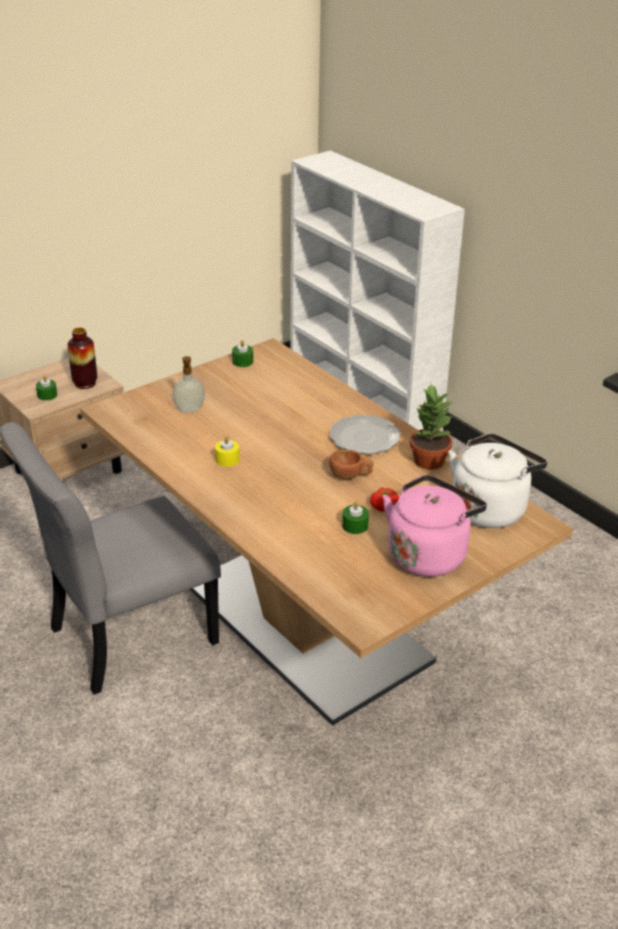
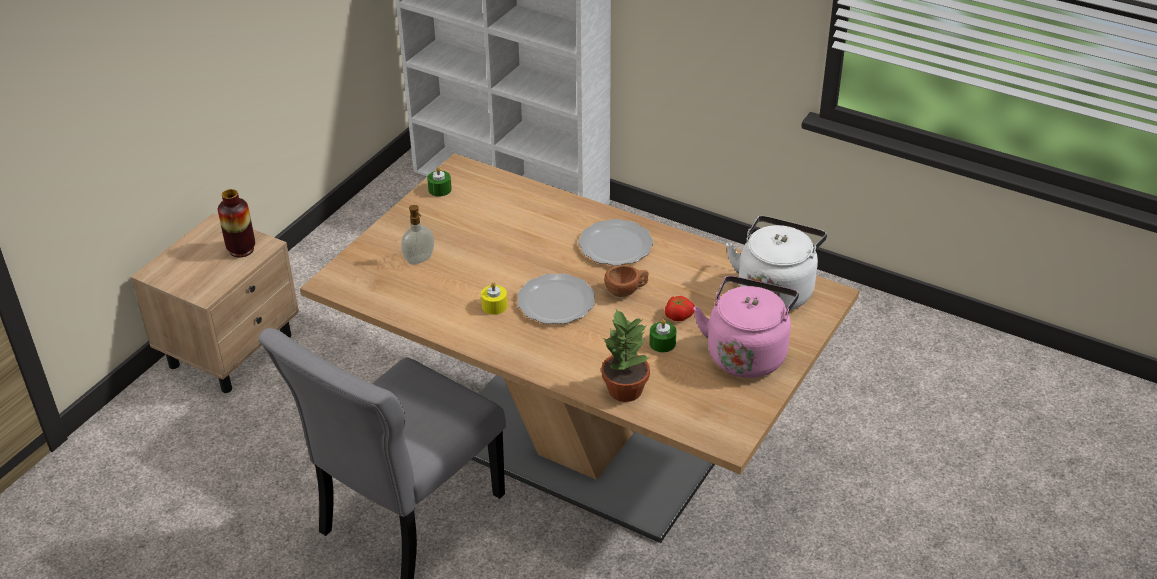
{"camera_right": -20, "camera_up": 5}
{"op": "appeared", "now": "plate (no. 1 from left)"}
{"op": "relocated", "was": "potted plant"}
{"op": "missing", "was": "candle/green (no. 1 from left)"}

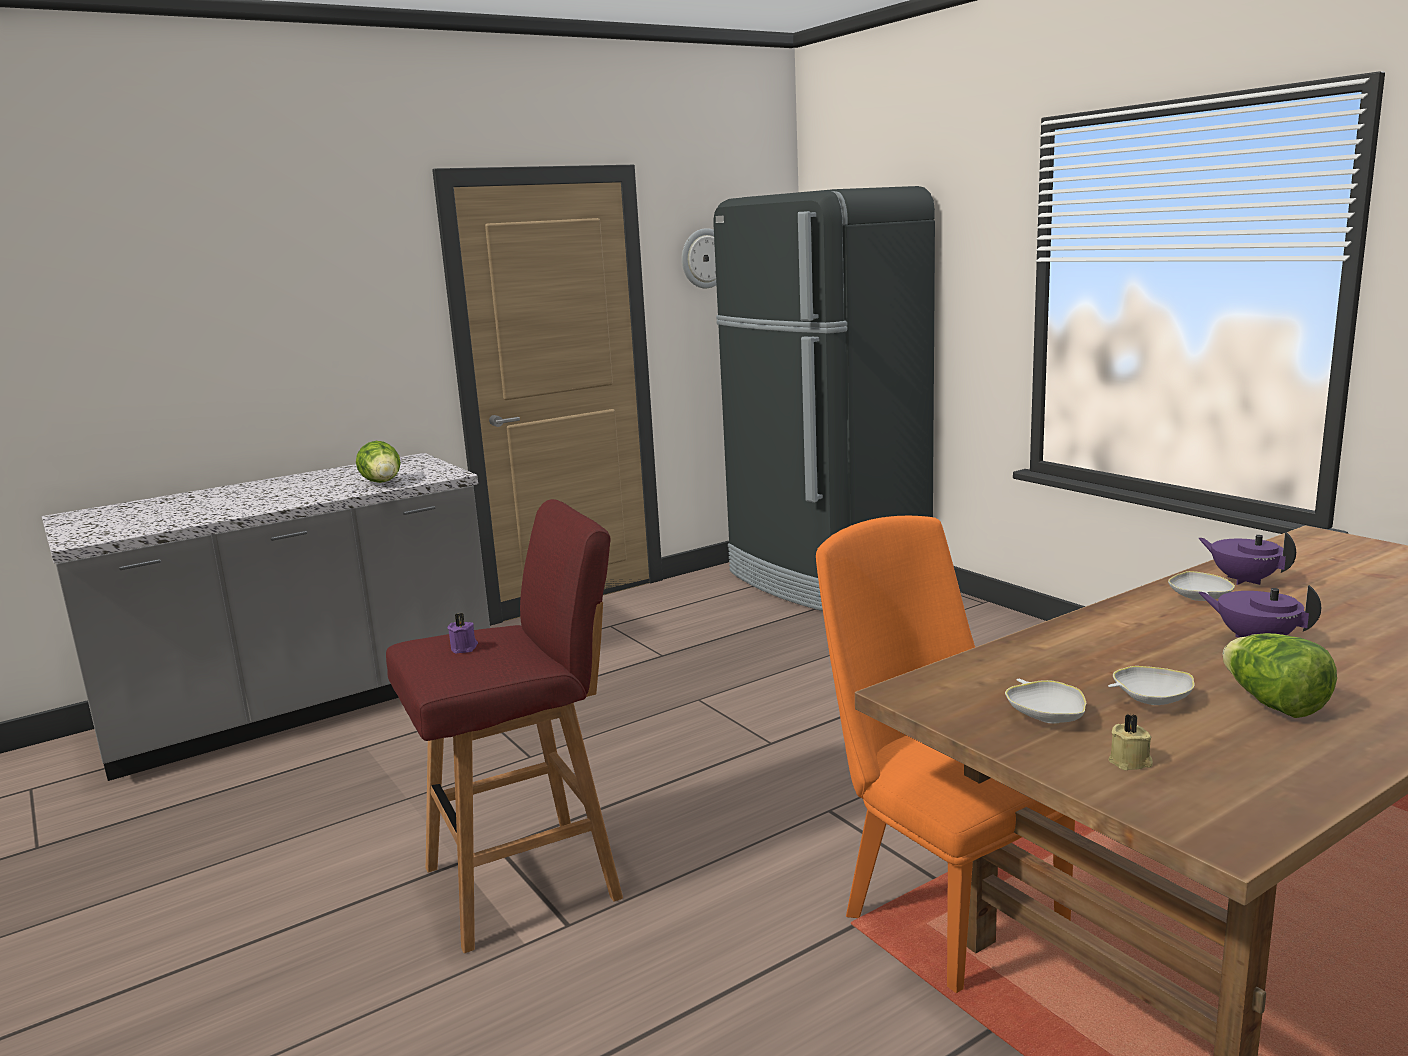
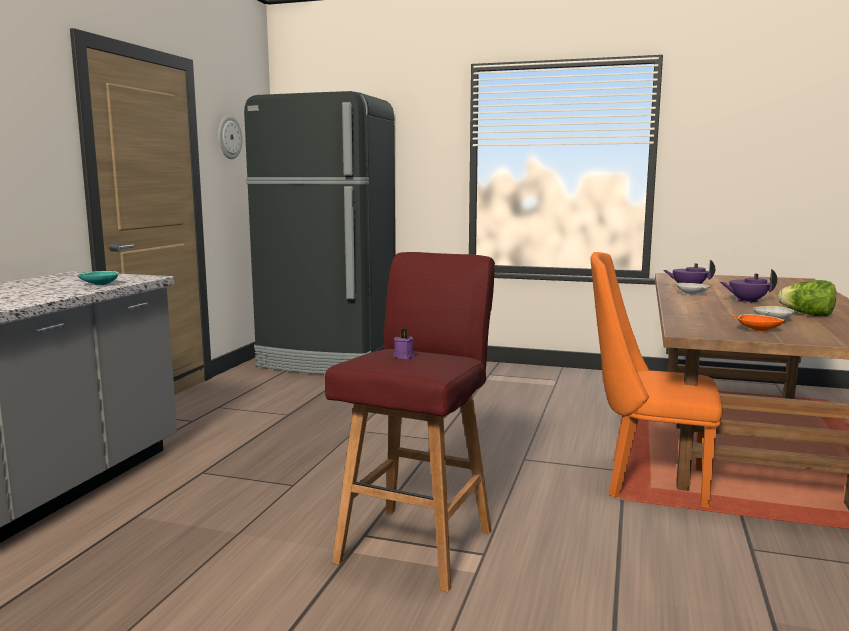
{"camera_right": -40, "camera_up": -5}
{"op": "exchanged", "was": "lettuce (no. 1 from left)", "now": "bowl/turquoise"}
{"op": "colour", "was": "bowl/white (no. 1 from left)", "now": "bowl/orange"}
{"op": "missing", "was": "candle/beige"}

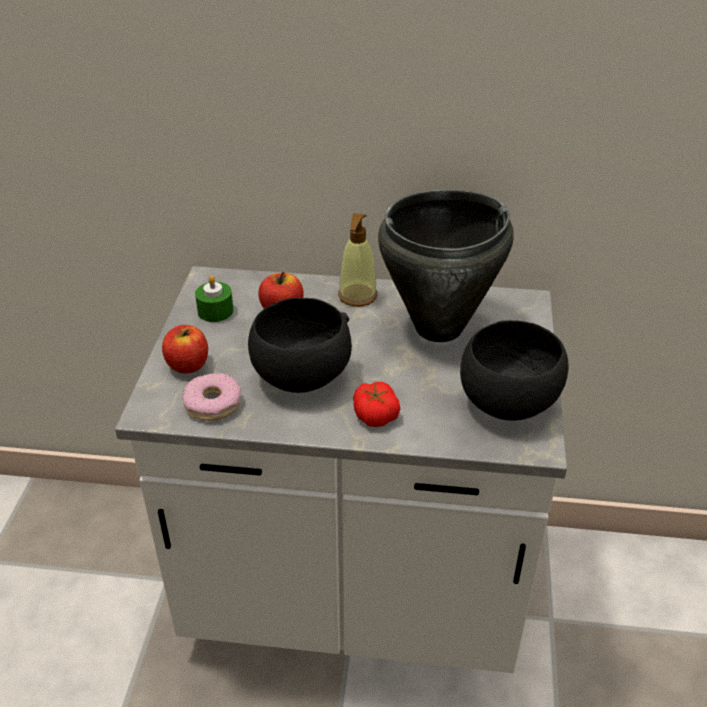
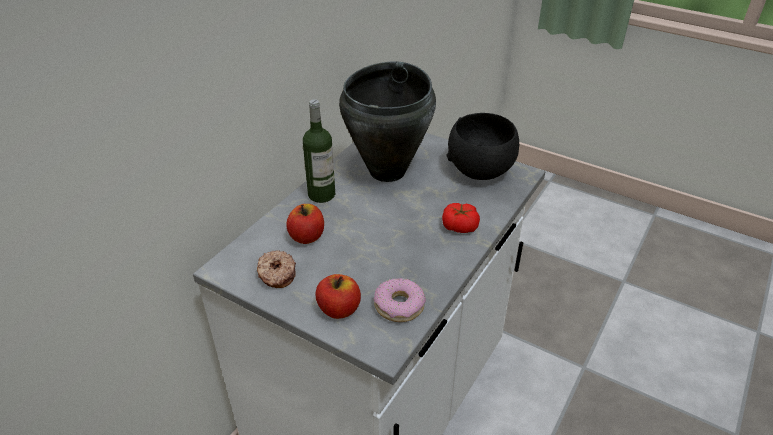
{"camera_right": -65, "camera_up": 0}
{"op": "exchanged", "was": "candle/green", "now": "donut (no. 1 from left)"}
{"op": "exchanged", "was": "soap dispenser", "now": "bottle"}
{"op": "missing", "was": "bowl/black (no. 1 from left)"}

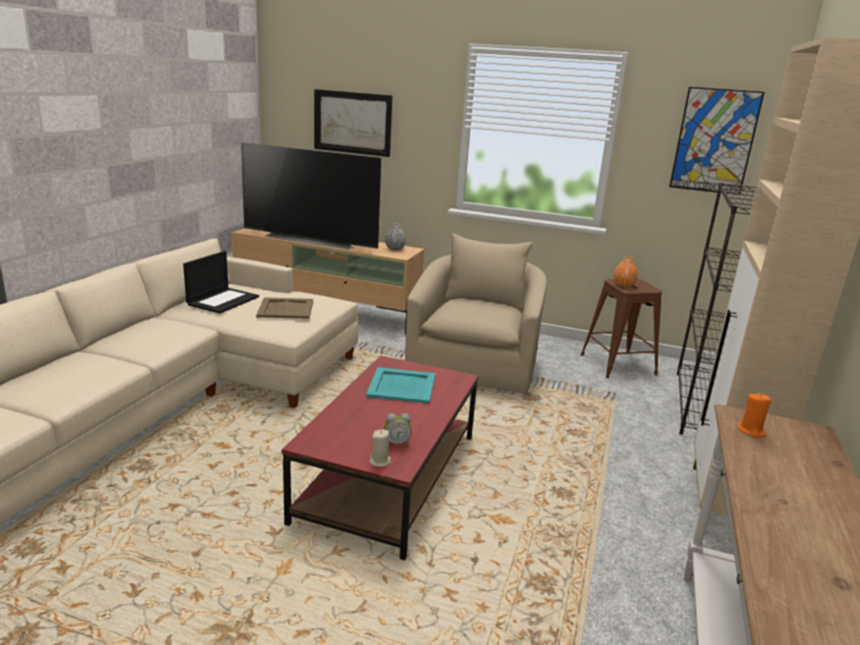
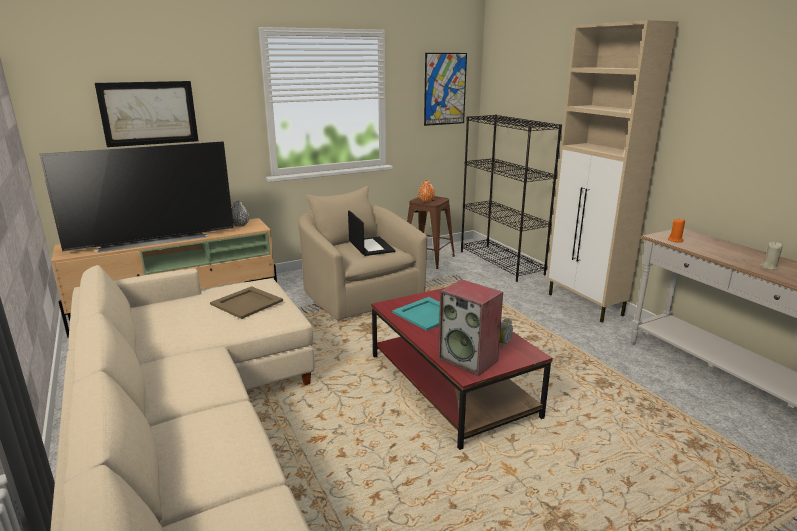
{"camera_right": -45, "camera_up": 0}
{"op": "relocated", "was": "laptop"}
{"op": "appeared", "now": "speaker"}
{"op": "relocated", "was": "candle/beige"}

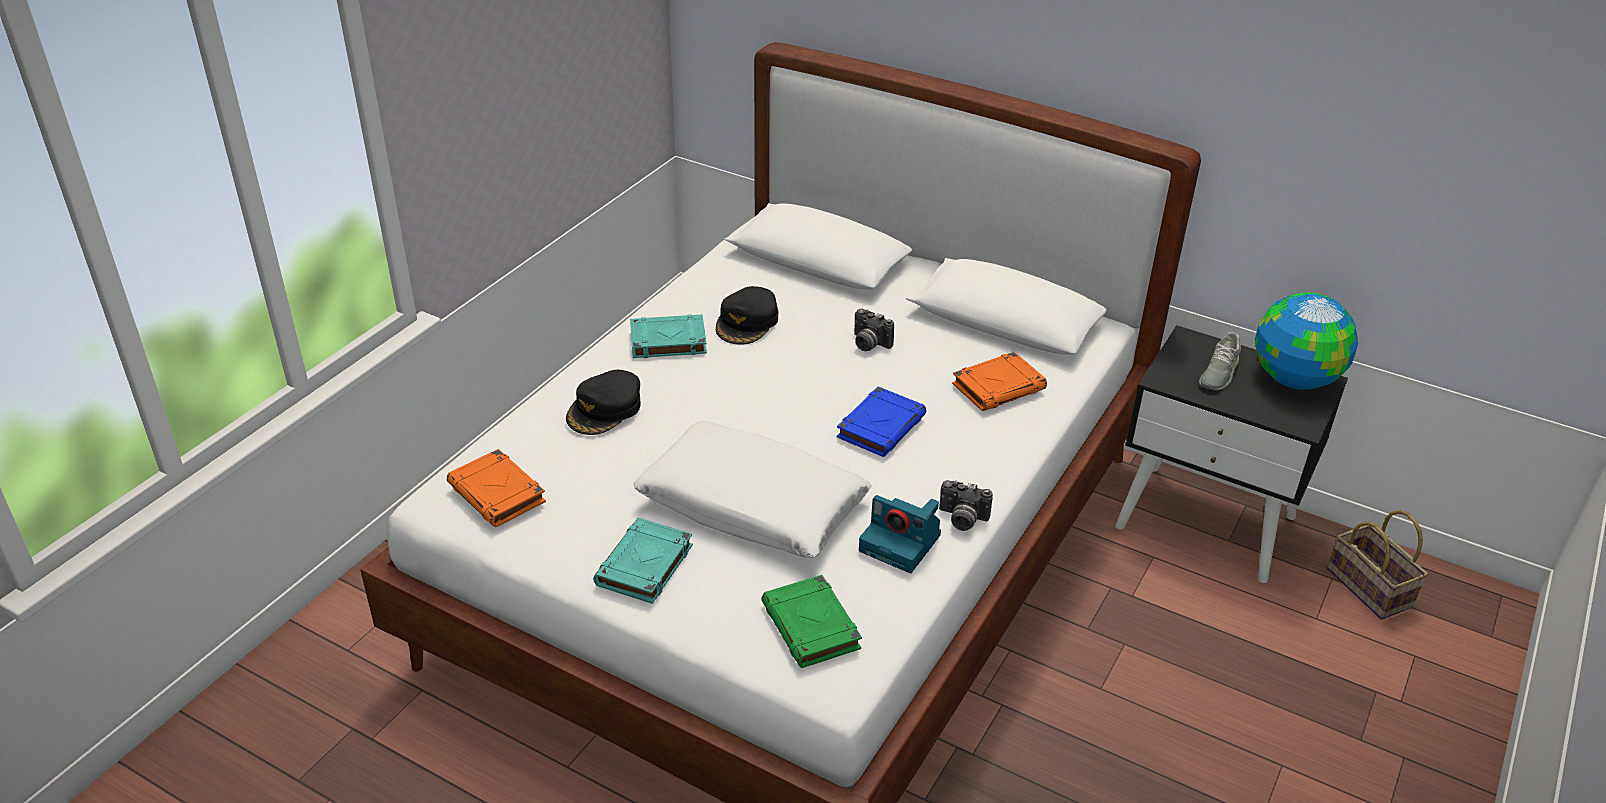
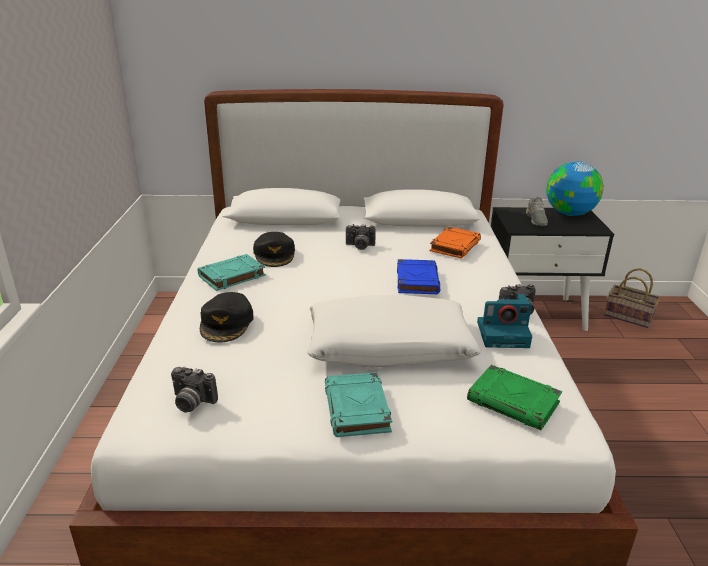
{"camera_right": -30, "camera_up": -10}
{"op": "exchanged", "was": "book/orange (no. 1 from left)", "now": "photo camera (no. 1 from left)"}

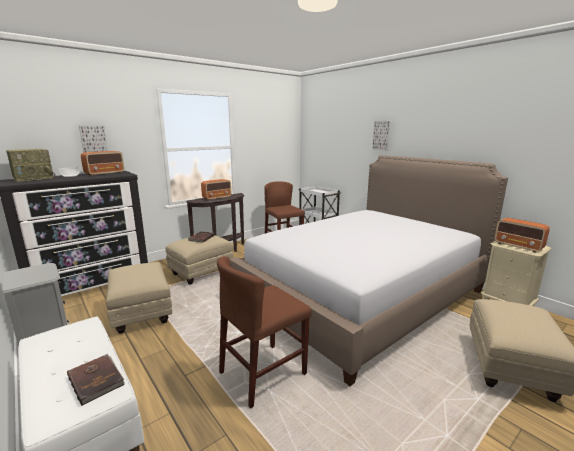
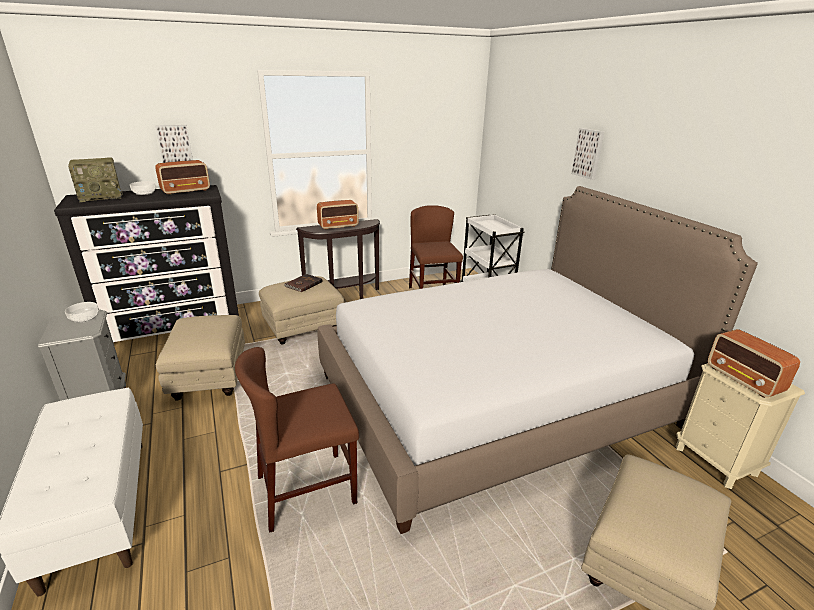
{"camera_right": 15, "camera_up": 10}
{"op": "appeared", "now": "bowl (no. 1 from left)"}
{"op": "missing", "was": "book/brown (no. 1 from left)"}

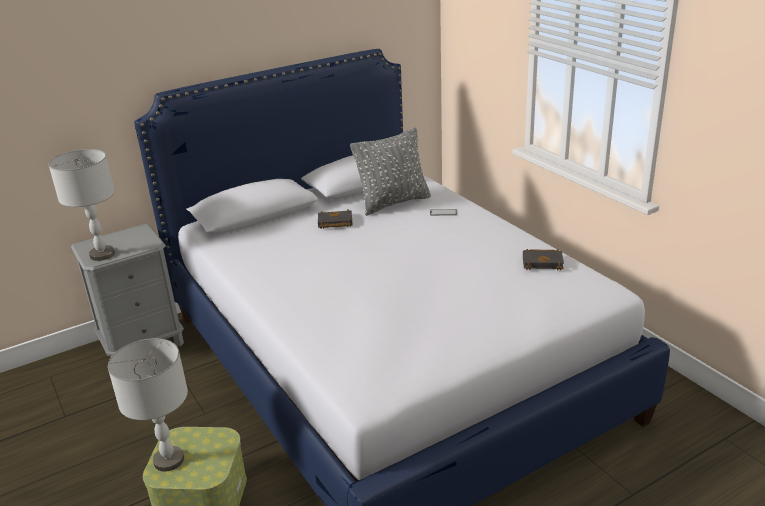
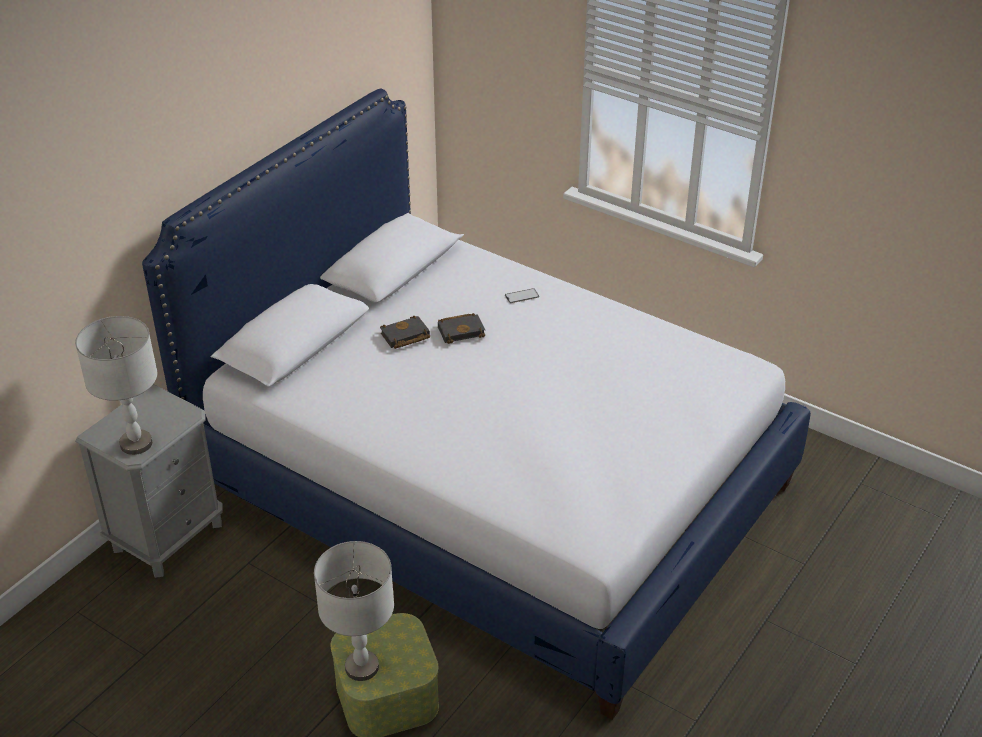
{"camera_right": -25, "camera_up": 10}
{"op": "relocated", "was": "book/black (no. 2 from left)"}
{"op": "missing", "was": "pillow/grey"}

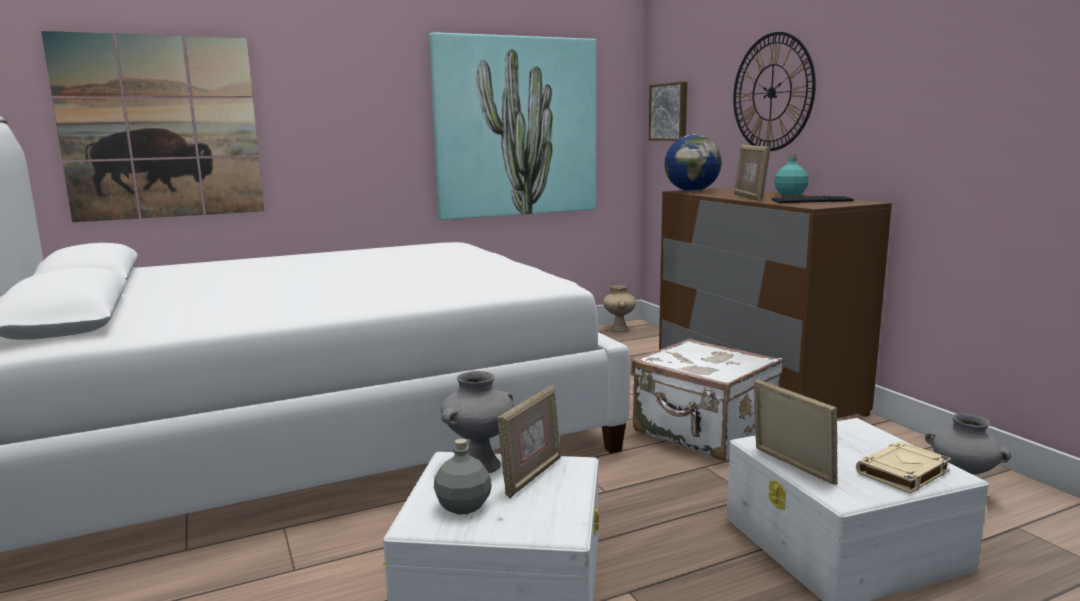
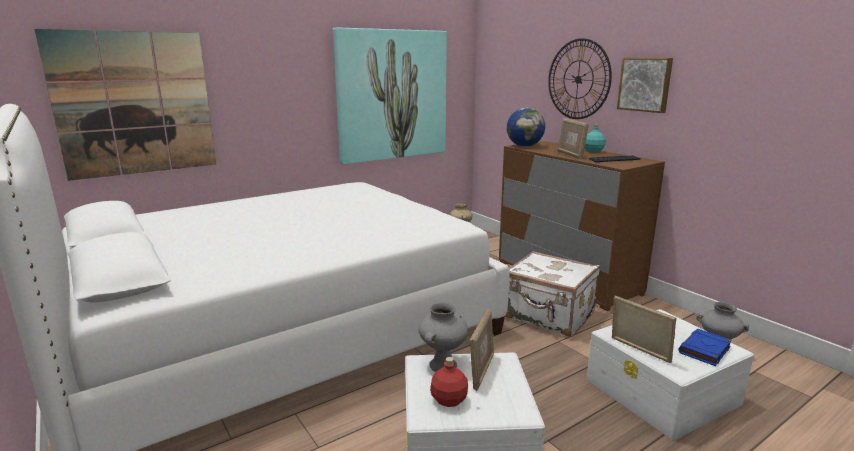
{"camera_right": -10, "camera_up": 5}
{"op": "colour", "was": "bottle/grey", "now": "bottle/red"}
{"op": "relocated", "was": "picture (no. 3 from left)"}
{"op": "colour", "was": "book/beige", "now": "book/blue"}

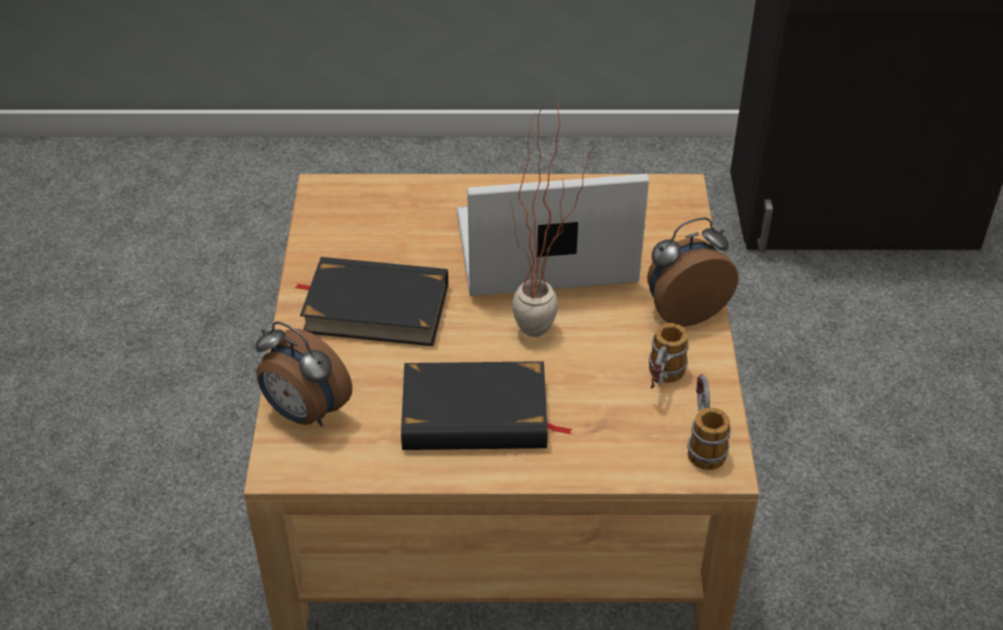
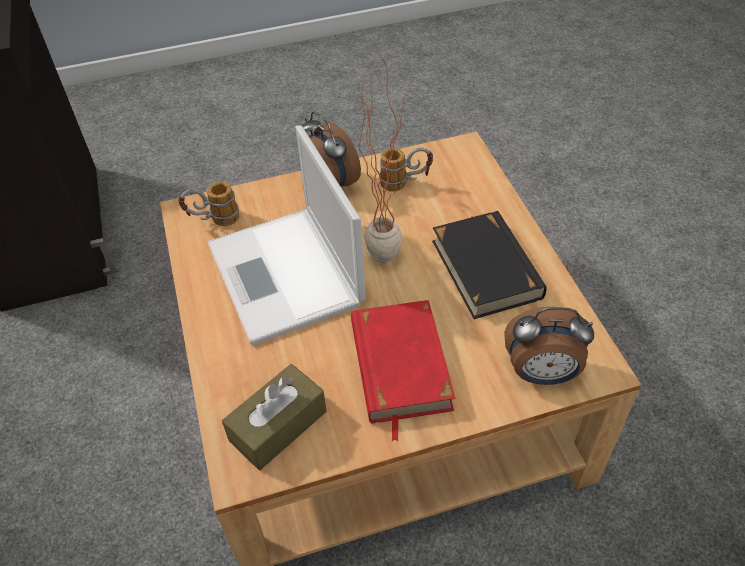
{"camera_right": -105, "camera_up": 5}
{"op": "relocated", "was": "mug (no. 2 from left in the first image)", "now": "mug (no. 1 from left)"}
{"op": "appeared", "now": "tissue box/brown"}
{"op": "colour", "was": "book/black (no. 1 from left)", "now": "book/red"}
{"op": "spun", "was": "alarm clock (no. 1 from left in the first image)", "clockwise": 75}

